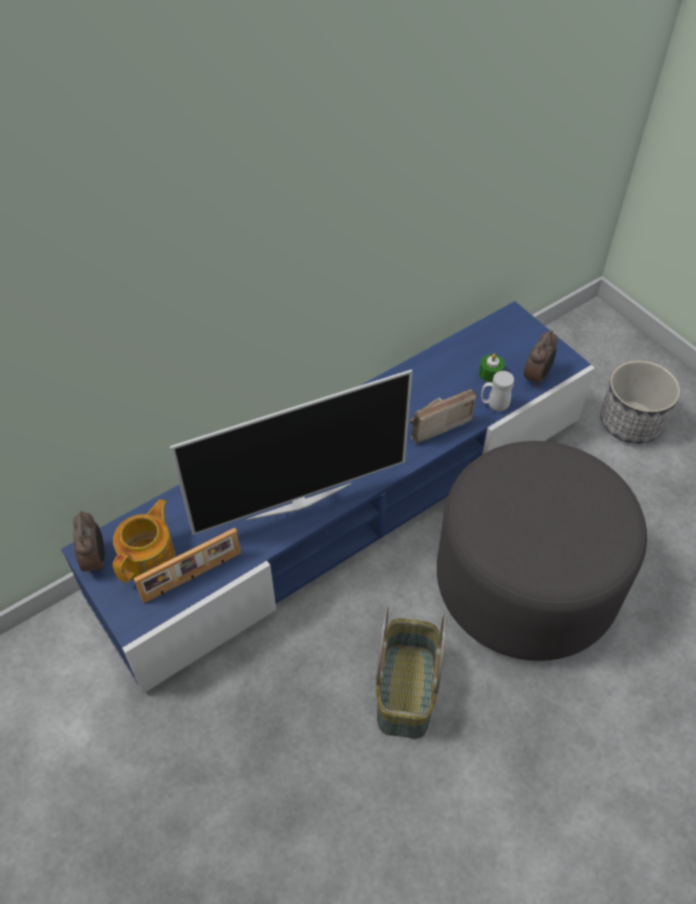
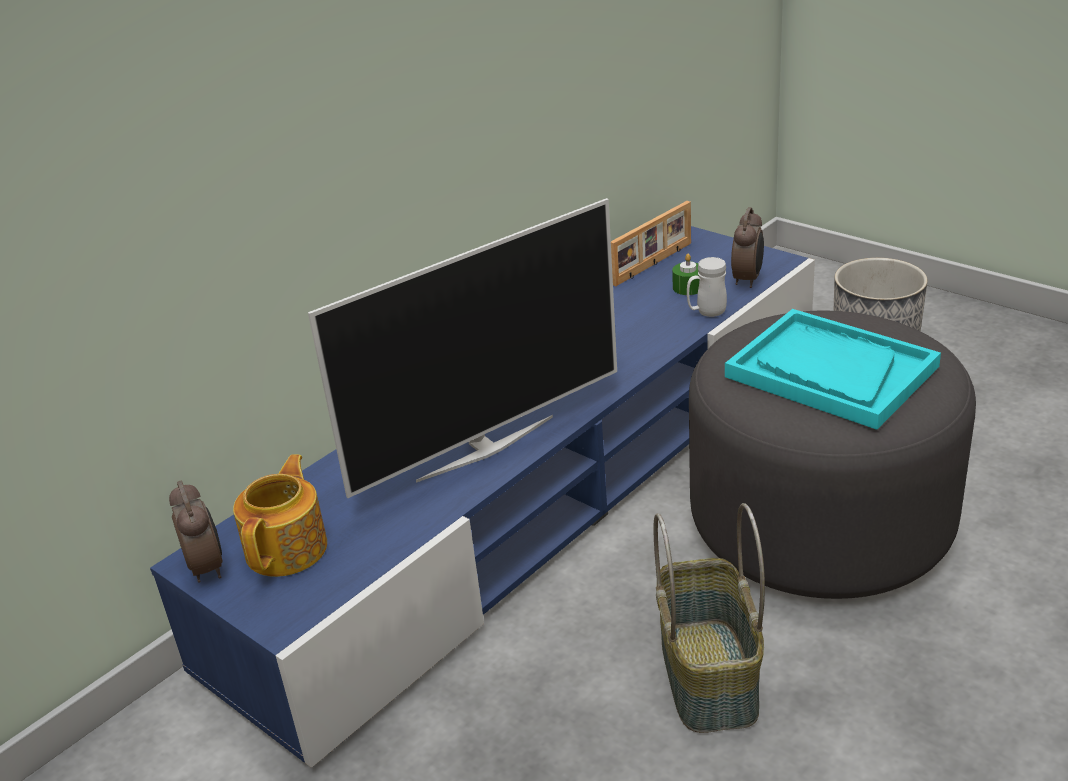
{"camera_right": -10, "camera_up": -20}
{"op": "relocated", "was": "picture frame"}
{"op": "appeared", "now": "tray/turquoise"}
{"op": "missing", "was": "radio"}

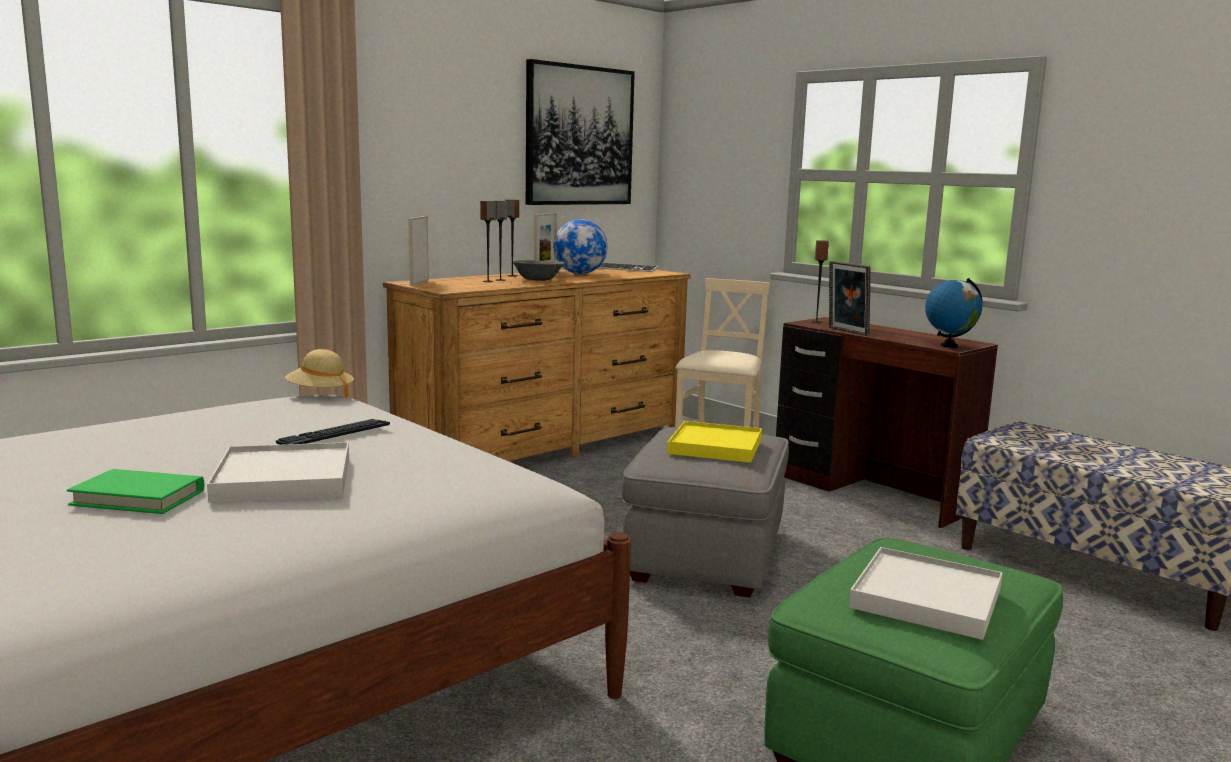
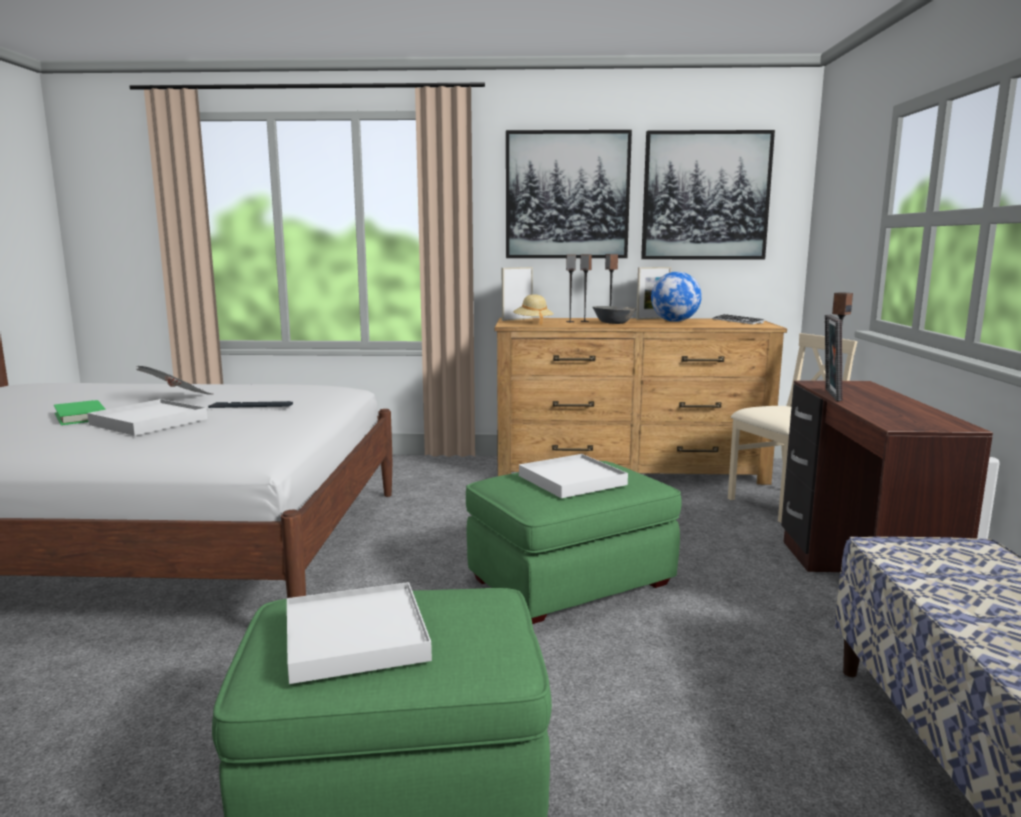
{"camera_right": 45, "camera_up": 0}
{"op": "appeared", "now": "newspaper"}
{"op": "colour", "was": "ottoman/grey", "now": "ottoman/green (no. 2 from left)"}
{"op": "appeared", "now": "picture (no. 1 from left)"}
{"op": "relocated", "was": "hat/beige"}
{"op": "colour", "was": "tray/yellow", "now": "tray/white (no. 3 from left)"}
{"op": "missing", "was": "globe (no. 2 from left)"}

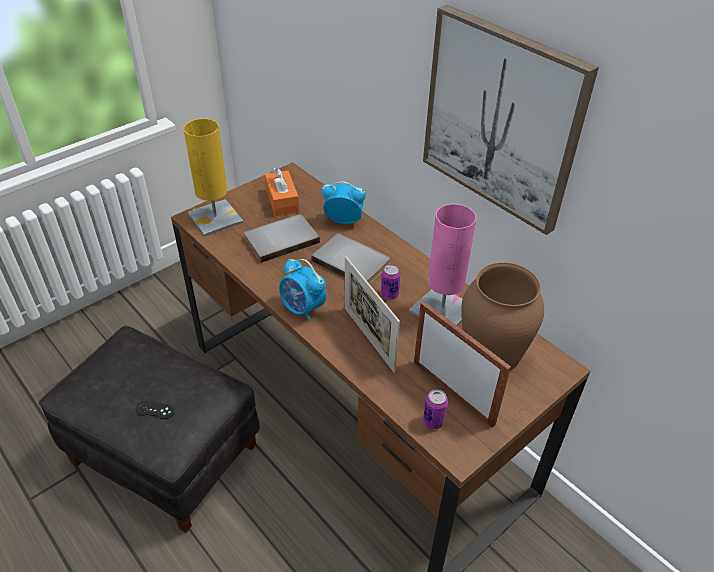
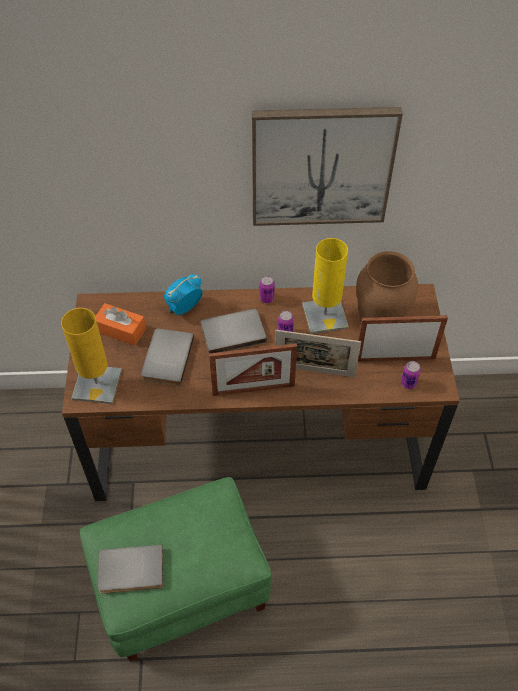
{"camera_right": -50, "camera_up": 10}
{"op": "colour", "was": "ottoman/black", "now": "ottoman/green"}
{"op": "appeared", "now": "book/grey (no. 1 from left)"}
{"op": "exchanged", "was": "alarm clock (no. 1 from left)", "now": "picture frame (no. 1 from left)"}
{"op": "appeared", "now": "can (no. 1 from left)"}
{"op": "colour", "was": "table lamp/pink", "now": "table lamp/yellow (no. 2 from left)"}
{"op": "missing", "was": "game controller/black"}

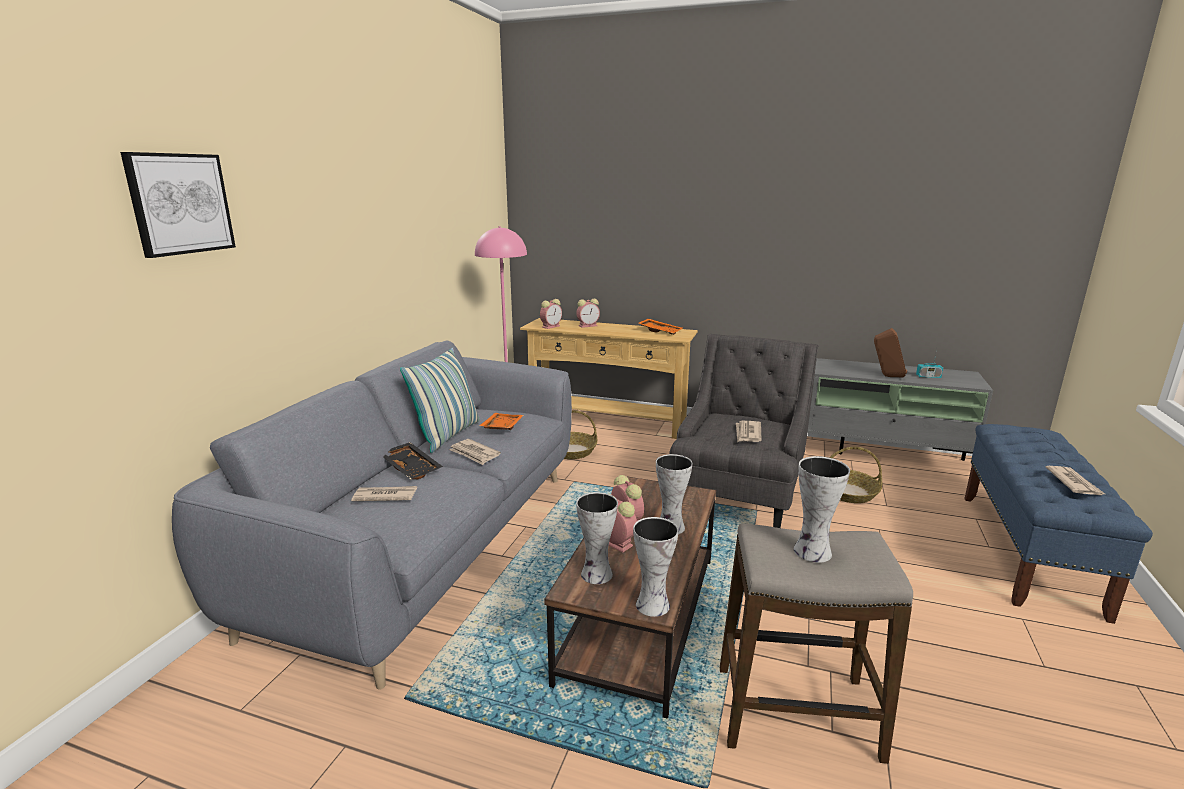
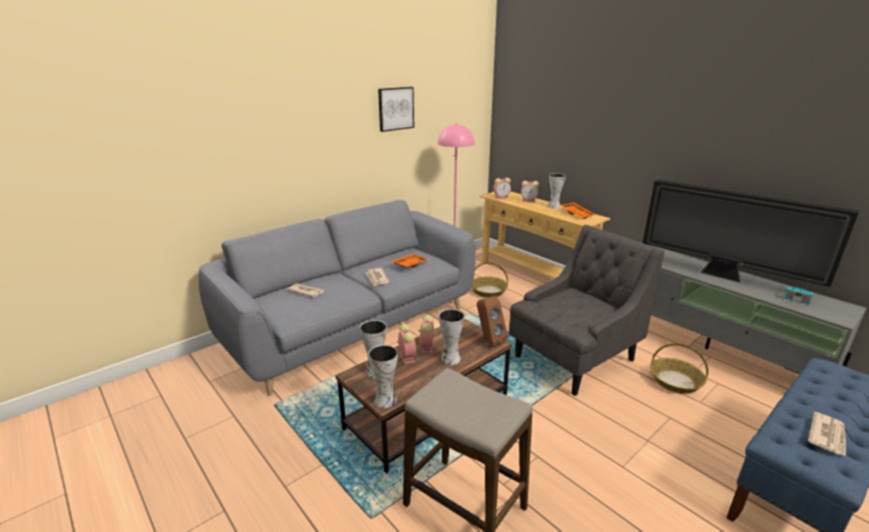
{"camera_right": 30, "camera_up": 5}
{"op": "relocated", "was": "picture"}
{"op": "relocated", "was": "speaker/brown"}
{"op": "relocated", "was": "vase (no. 4 from left)"}
{"op": "appeared", "now": "television"}
{"op": "missing", "was": "tray/black"}
{"op": "missing", "was": "pillow"}
{"op": "missing", "was": "newspaper (no. 3 from left)"}

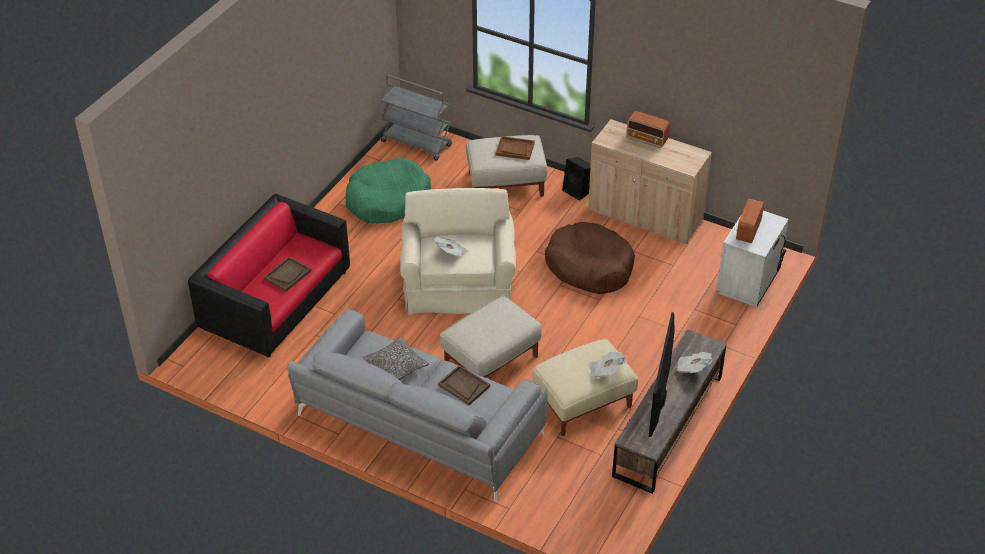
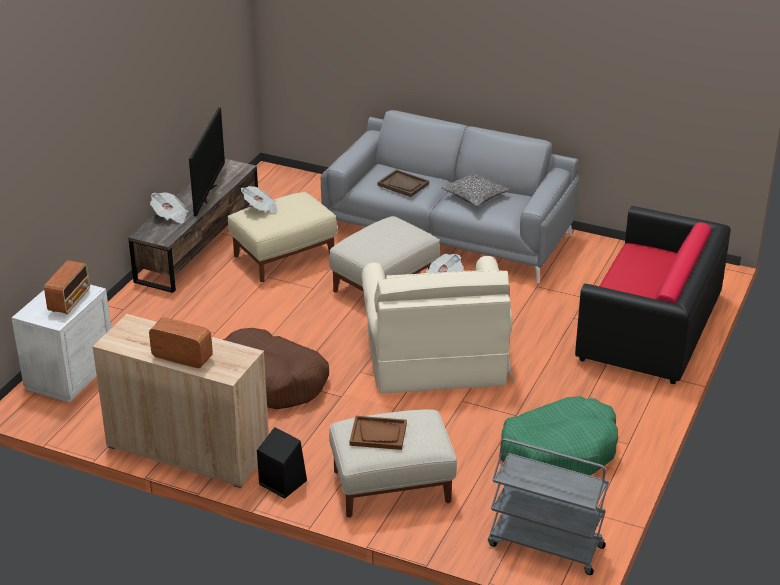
{"camera_right": 175, "camera_up": -10}
{"op": "missing", "was": "tray/brown (no. 1 from left)"}

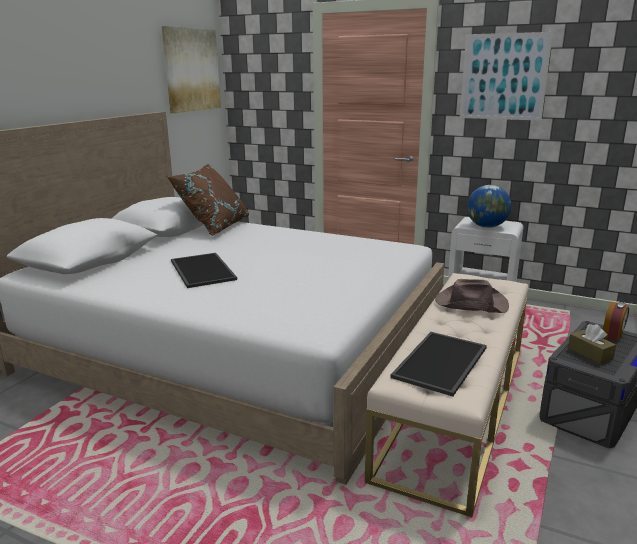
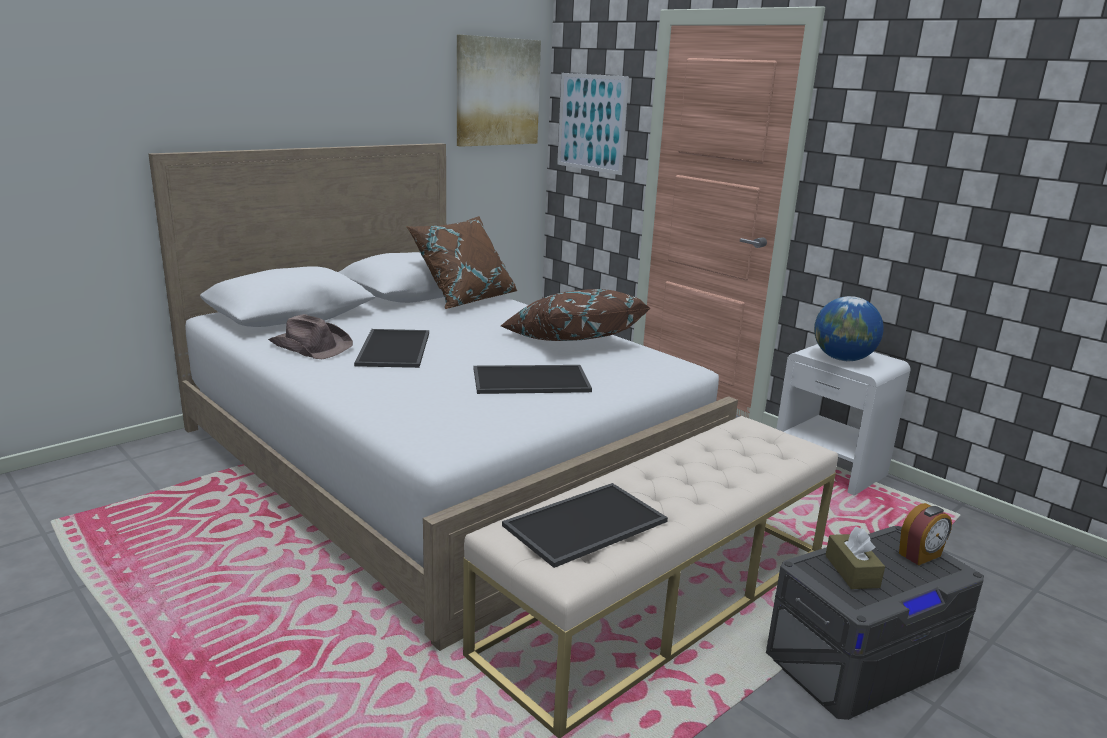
{"camera_right": 20, "camera_up": 0}
{"op": "relocated", "was": "hat/brown"}
{"op": "appeared", "now": "tray (no. 2 from left)"}
{"op": "appeared", "now": "pillow/brown (no. 2 from left)"}
{"op": "relocated", "was": "picture (no. 2 from left)"}

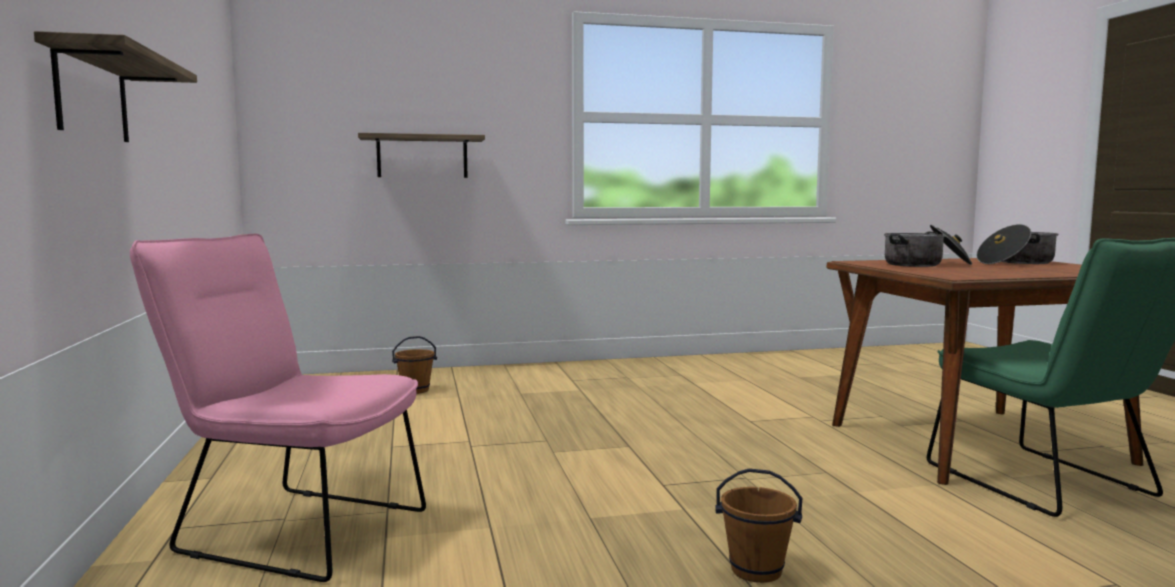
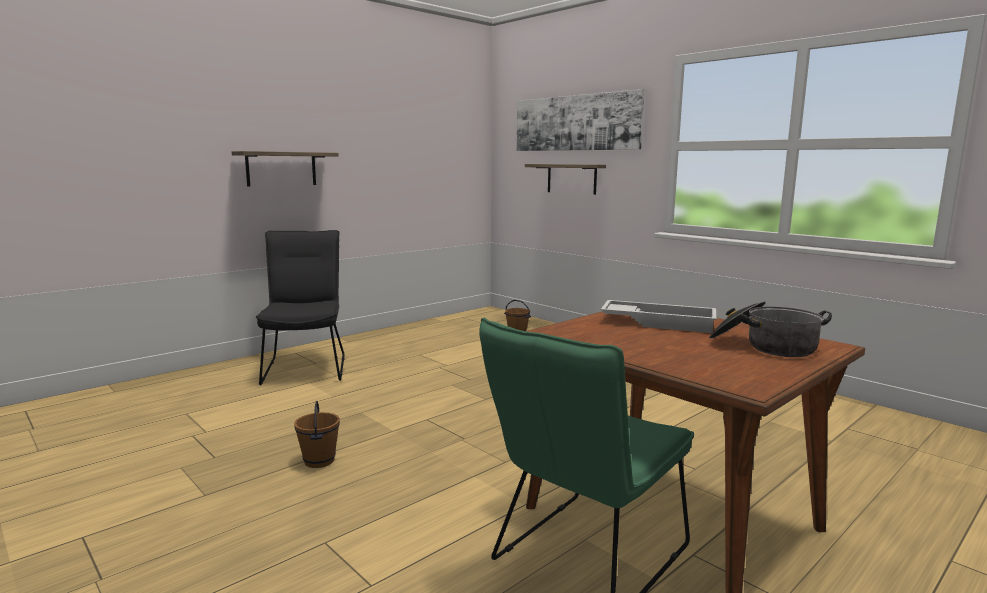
{"camera_right": 60, "camera_up": 5}
{"op": "colour", "was": "chair/pink", "now": "chair/black"}
{"op": "appeared", "now": "picture"}
{"op": "exchanged", "was": "cooking pot (no. 1 from left)", "now": "tray/white"}

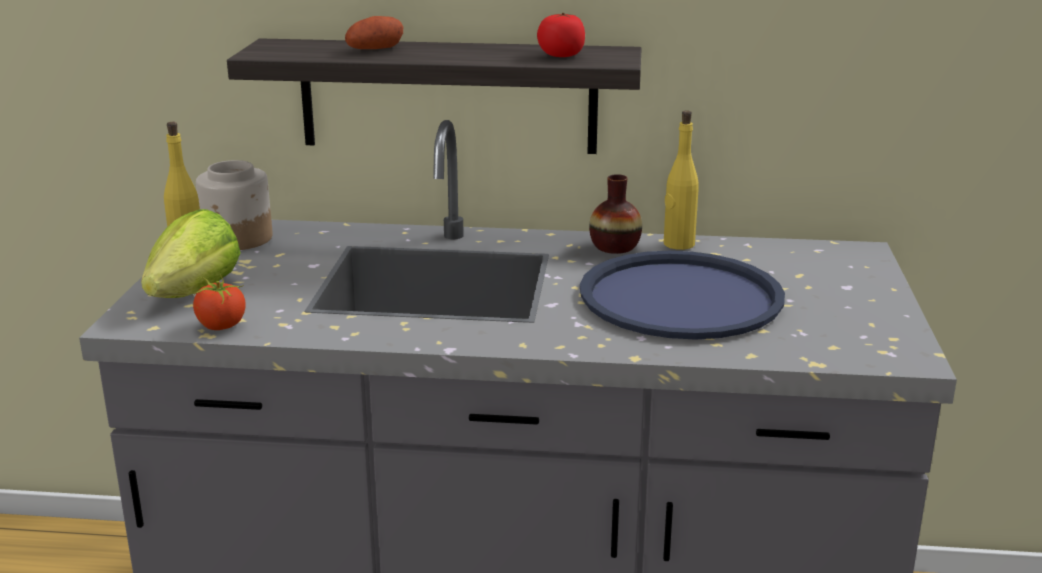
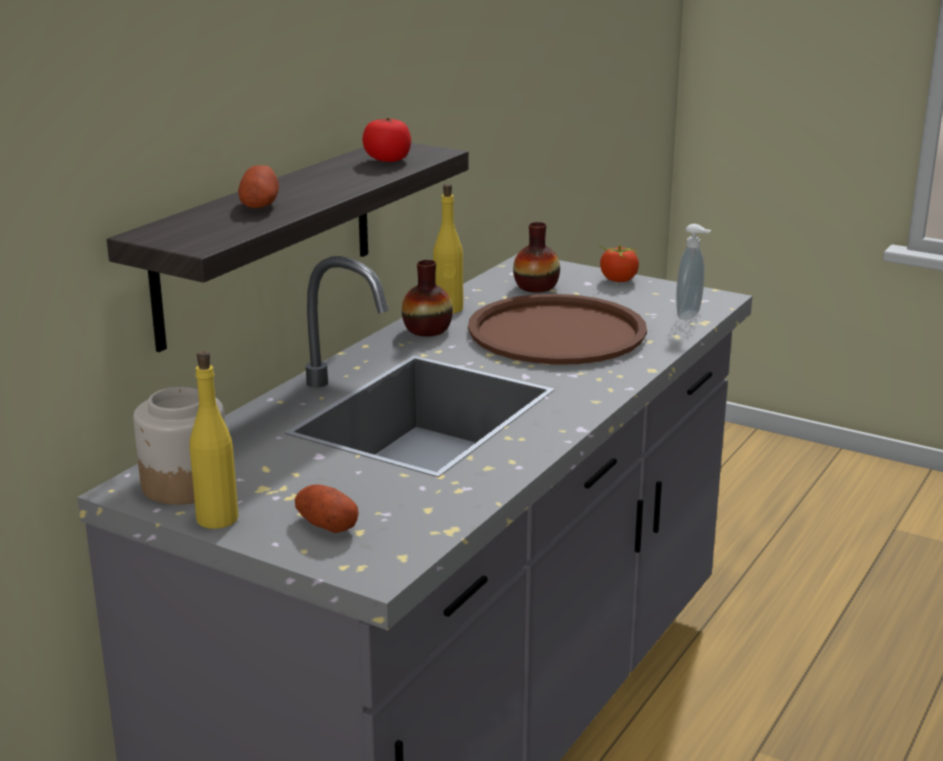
{"camera_right": -65, "camera_up": 0}
{"op": "exchanged", "was": "lettuce", "now": "potato (no. 2 from left)"}
{"op": "colour", "was": "tray/blue", "now": "tray/brown"}
{"op": "appeared", "now": "vase (no. 2 from left)"}
{"op": "relocated", "was": "tomato (no. 1 from left in the first image)", "now": "tomato (no. 2 from left)"}
{"op": "appeared", "now": "soap dispenser"}

